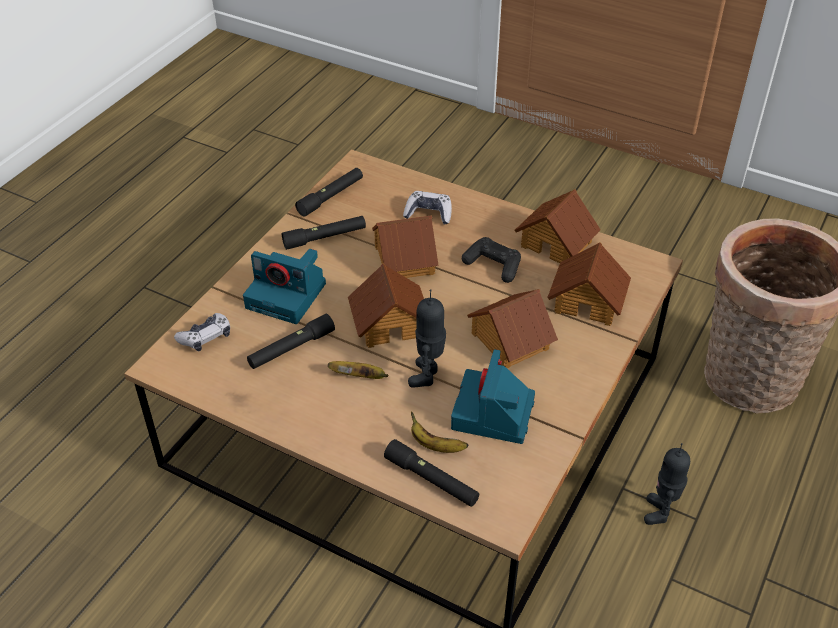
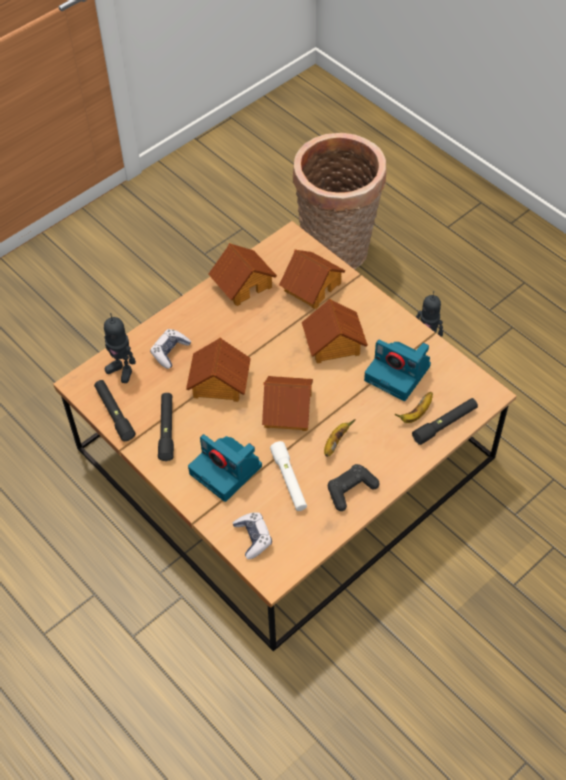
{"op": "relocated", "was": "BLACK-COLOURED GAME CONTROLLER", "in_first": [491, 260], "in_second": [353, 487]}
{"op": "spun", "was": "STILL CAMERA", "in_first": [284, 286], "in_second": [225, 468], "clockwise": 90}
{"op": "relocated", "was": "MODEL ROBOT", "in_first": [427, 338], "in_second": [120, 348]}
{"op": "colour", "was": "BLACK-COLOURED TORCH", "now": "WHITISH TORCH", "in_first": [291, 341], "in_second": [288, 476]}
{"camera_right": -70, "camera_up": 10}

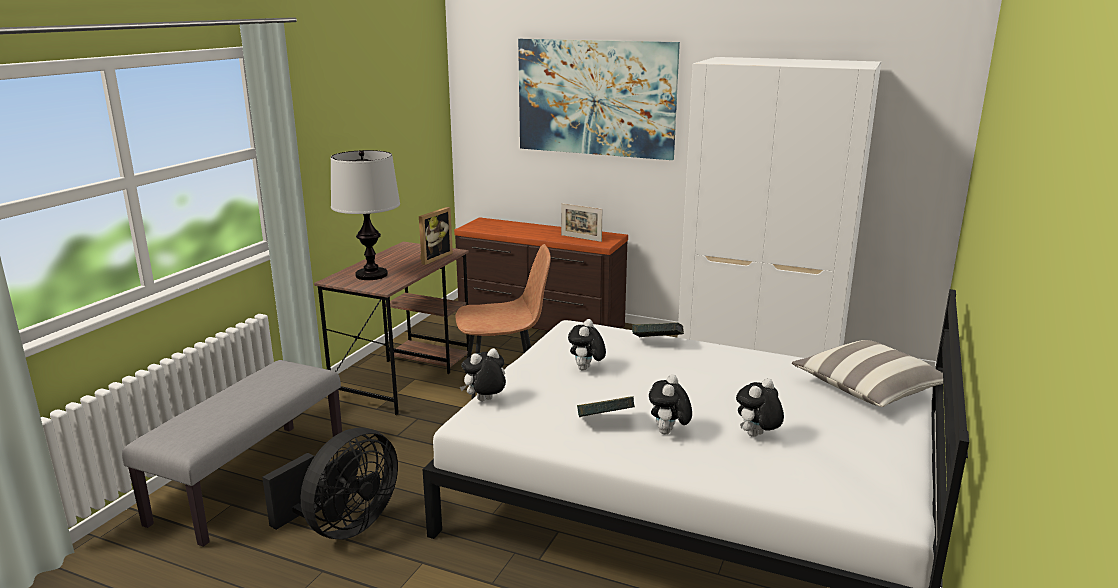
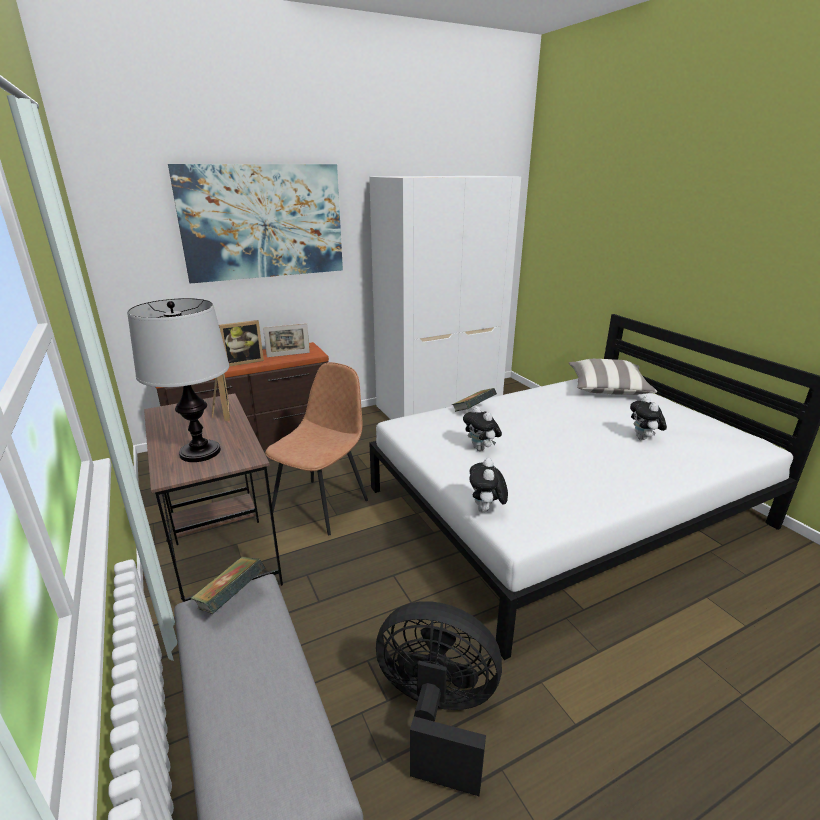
{"op": "missing", "was": "SOFT TOY", "in_first": [670, 404]}
{"op": "relocated", "was": "VOLUME", "in_first": [606, 406], "in_second": [227, 585]}
{"op": "spun", "was": "BLACK-COLOURED FAN", "in_first": [330, 484], "in_second": [439, 698], "clockwise": -60}
{"op": "appeared", "now": "STANDING FRAME", "in_second": [241, 343]}
{"camera_right": -50, "camera_up": 5}

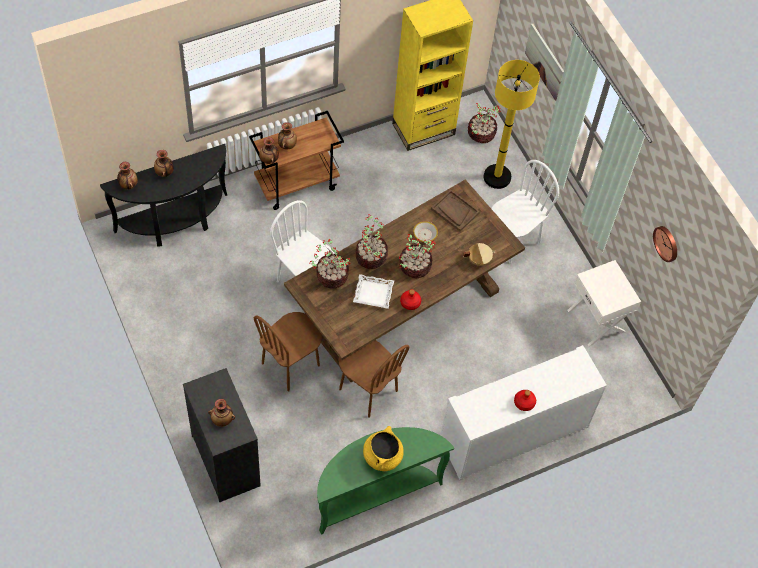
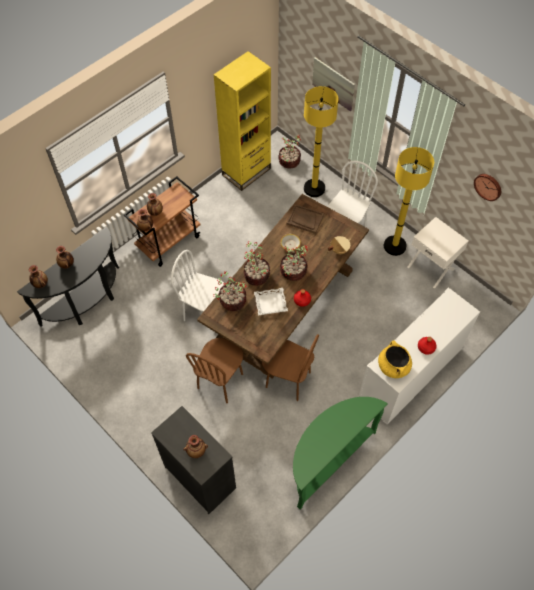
{"op": "relocated", "was": "YELLOW-COLOURED COOKING POT", "in_first": [383, 448], "in_second": [395, 359]}
{"op": "appeared", "now": "YELLOW-COLOURED STANDARD LAMP", "in_second": [409, 201]}
{"camera_right": -15, "camera_up": 0}

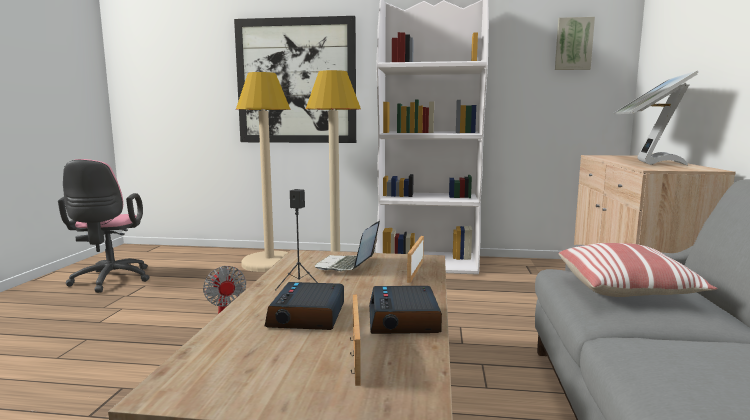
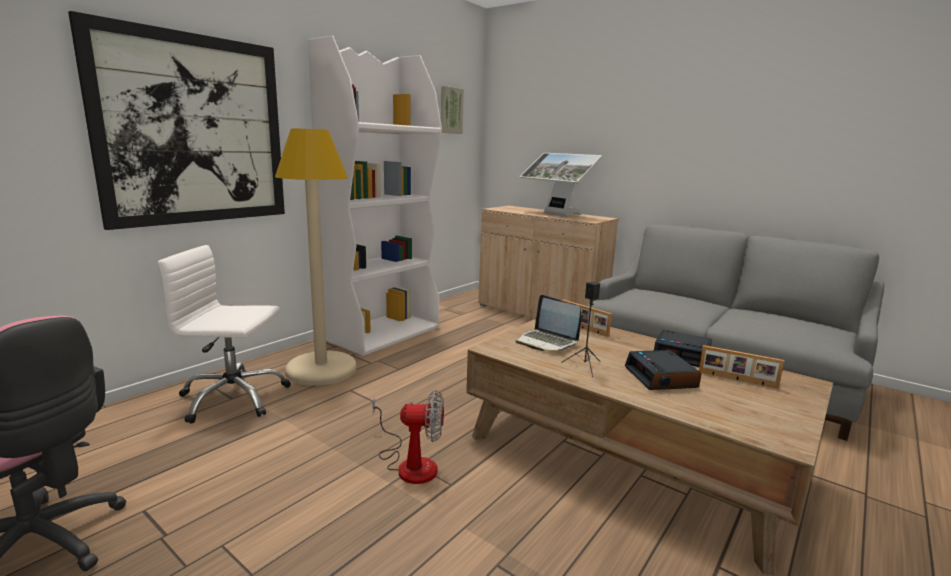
{"op": "exchanged", "was": "BEIGE STANDARD LAMP", "now": "WHITISH OFFICE CHAIR", "in_first": [263, 172], "in_second": [224, 334]}
{"op": "missing", "was": "THROW PILLOW", "in_first": [638, 270]}
{"op": "spun", "was": "ALARM CLOCK", "in_first": [304, 306], "in_second": [663, 370], "clockwise": 45}
{"camera_right": -60, "camera_up": 5}

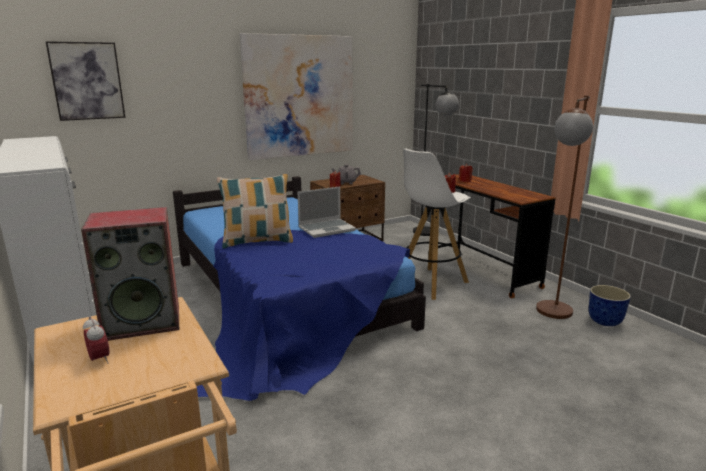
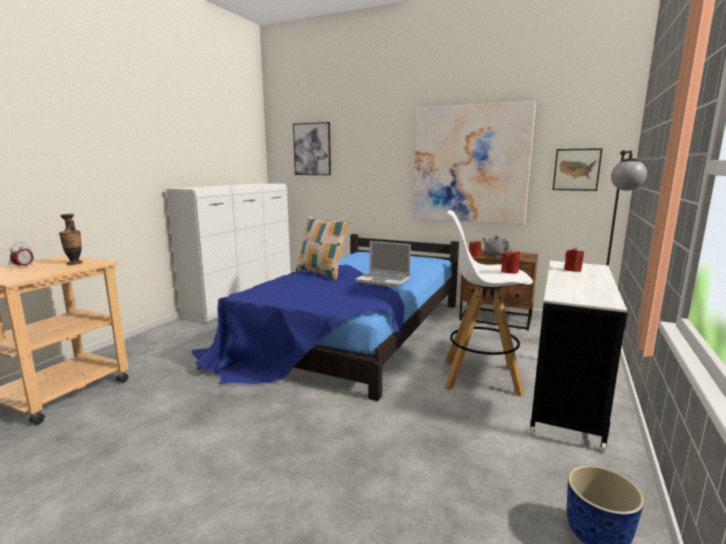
{"op": "missing", "was": "BROWN-COLOURED STANDARD LAMP", "in_first": [564, 207]}
{"op": "colour", "was": "BROWN-COLOURED DESK", "now": "WHITISH DESK", "in_first": [496, 236], "in_second": [578, 356]}
{"op": "exchanged", "was": "AUDIO SPEAKER", "now": "FLOWER VASE", "in_first": [130, 274], "in_second": [71, 239]}
{"op": "appeared", "now": "WALL ART", "in_second": [578, 169]}
{"camera_right": 55, "camera_up": -5}

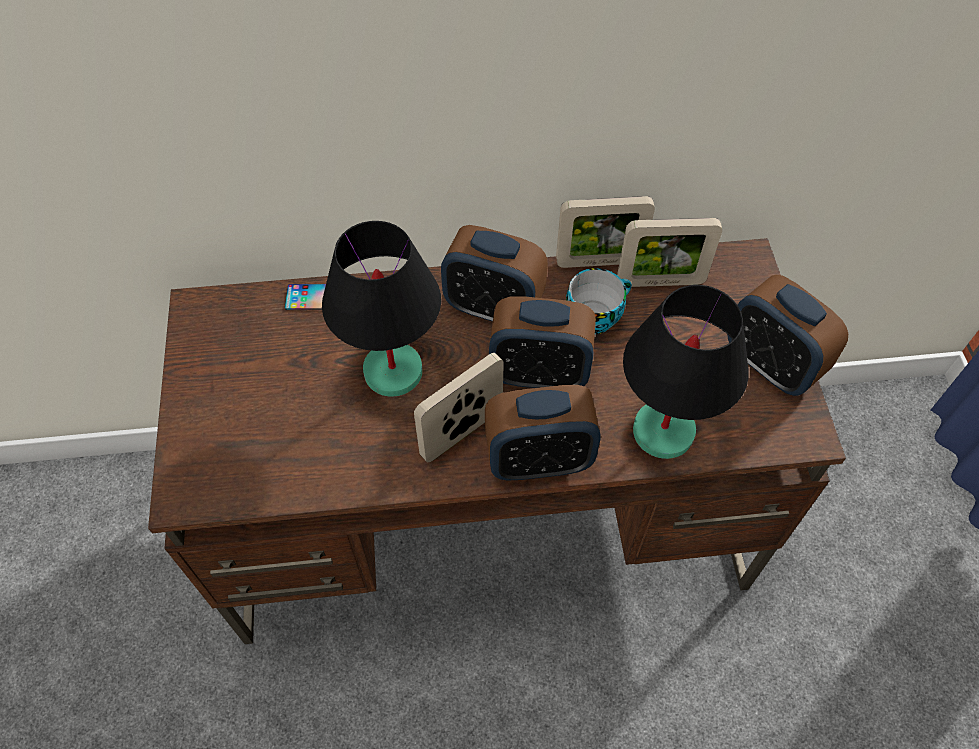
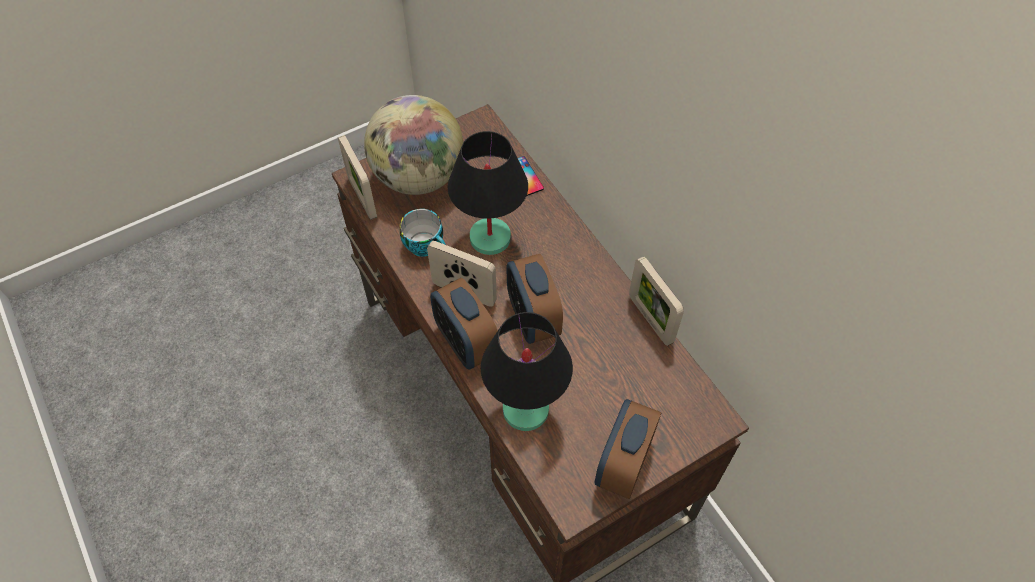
{"op": "relocated", "was": "STANDING FRAME", "in_first": [669, 252], "in_second": [357, 177]}
{"op": "missing", "was": "ALARM CLOCK", "in_first": [494, 273]}
{"op": "relocated", "was": "CUP", "in_first": [599, 301], "in_second": [423, 233]}
{"op": "appeared", "now": "GLOBE", "in_second": [413, 145]}
{"camera_right": 65, "camera_up": 0}

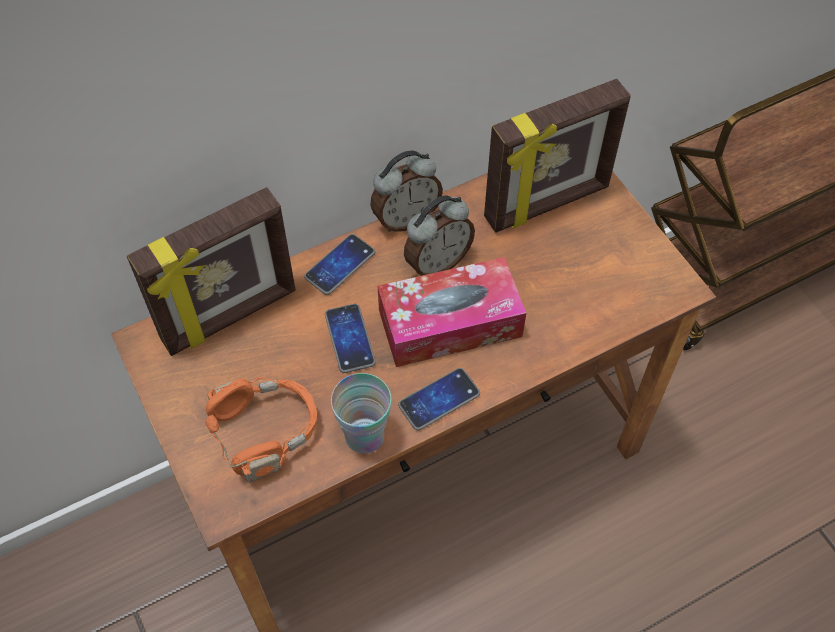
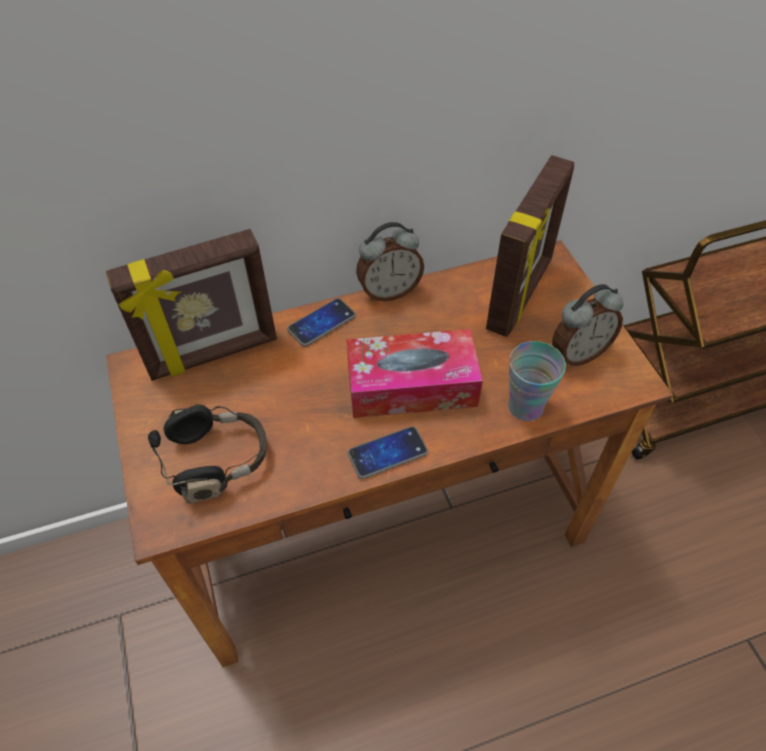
{"op": "spun", "was": "STANDING FRAME", "in_first": [557, 156], "in_second": [530, 246], "clockwise": -45}
{"op": "relocated", "was": "ALARM CLOCK", "in_first": [439, 235], "in_second": [587, 325]}
{"op": "missing", "was": "HANDSET", "in_first": [350, 338]}
{"op": "relocated", "was": "CUP", "in_first": [361, 413], "in_second": [537, 381]}
{"op": "colour", "was": "ORANGE-COLOURED HEADPHONES", "now": "BLACK-COLOURED HEADPHONES", "in_first": [261, 429], "in_second": [207, 454]}
{"camera_right": 10, "camera_up": -5}

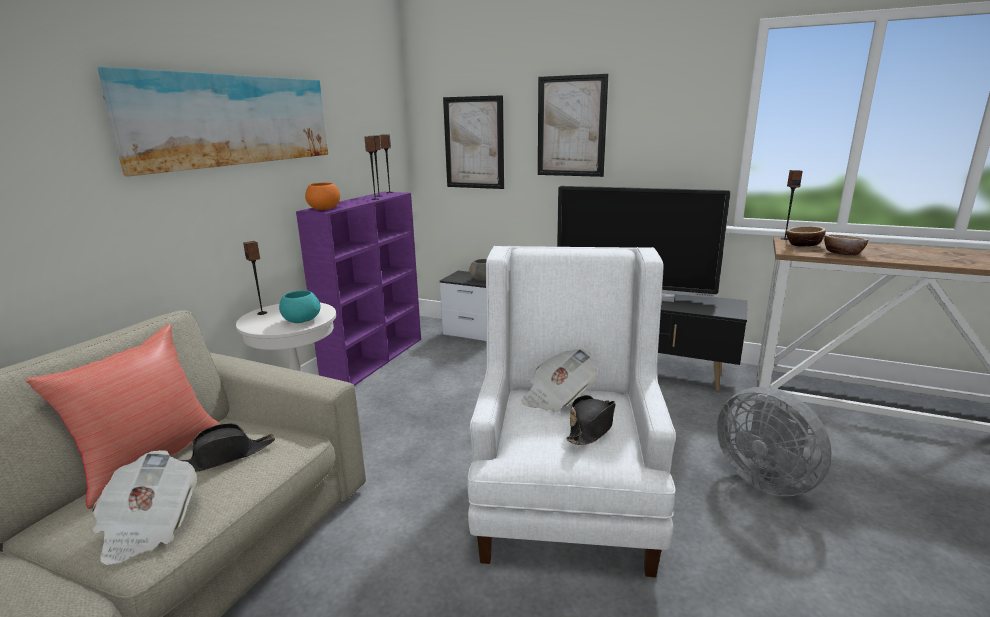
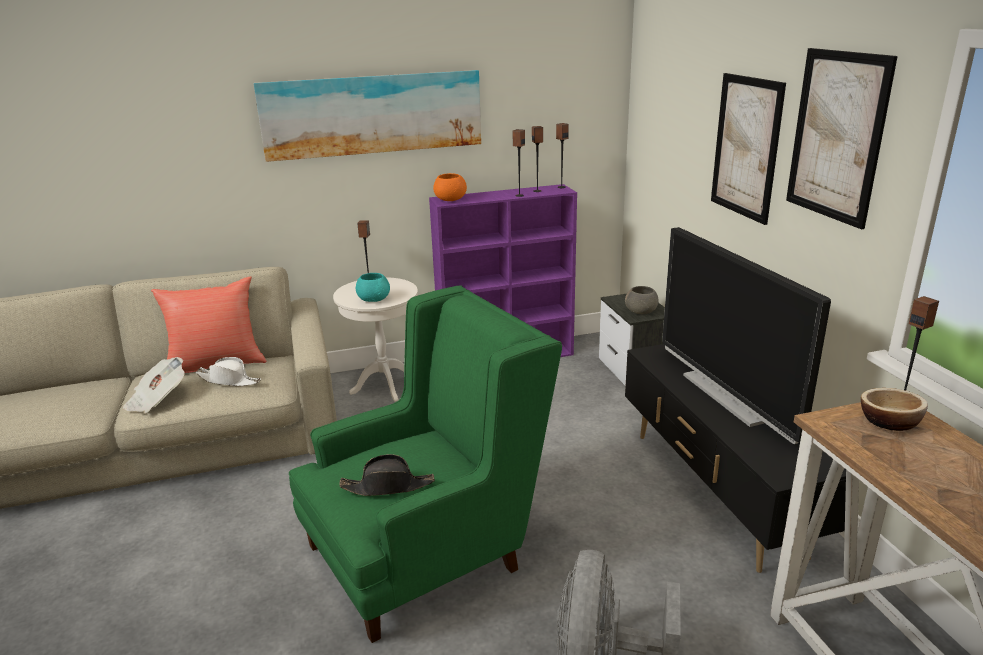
{"op": "relocated", "was": "WALL ART", "in_first": [473, 142], "in_second": [842, 138]}
{"op": "missing", "was": "BOWL", "in_first": [846, 244]}
{"op": "colour", "was": "WHITISH LOUNGE CHAIR", "now": "GREEN-COLOURED LOUNGE CHAIR", "in_first": [572, 411], "in_second": [425, 464]}
{"op": "missing", "was": "NEWSPAPER", "in_first": [559, 380]}
{"op": "colour", "was": "BLACK-COLOURED WEARABLE HAT", "now": "WHITISH WEARABLE HAT", "in_first": [227, 447], "in_second": [228, 371]}
{"camera_right": 50, "camera_up": 5}

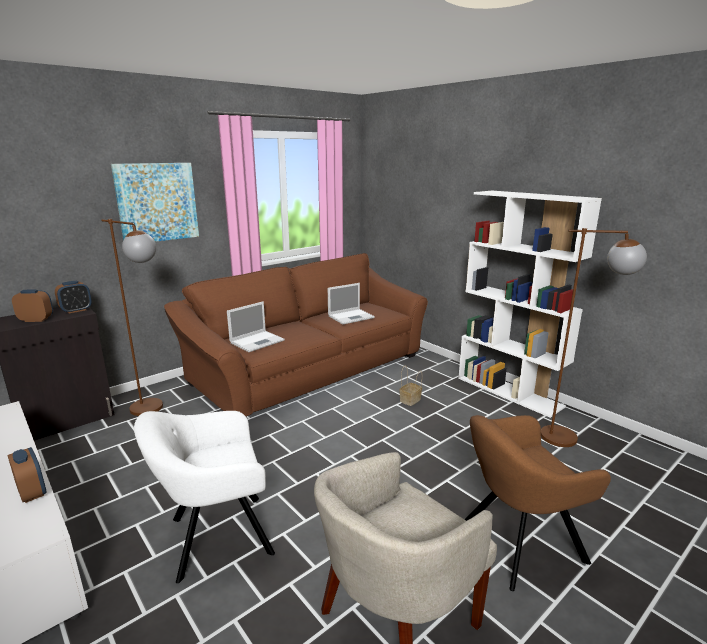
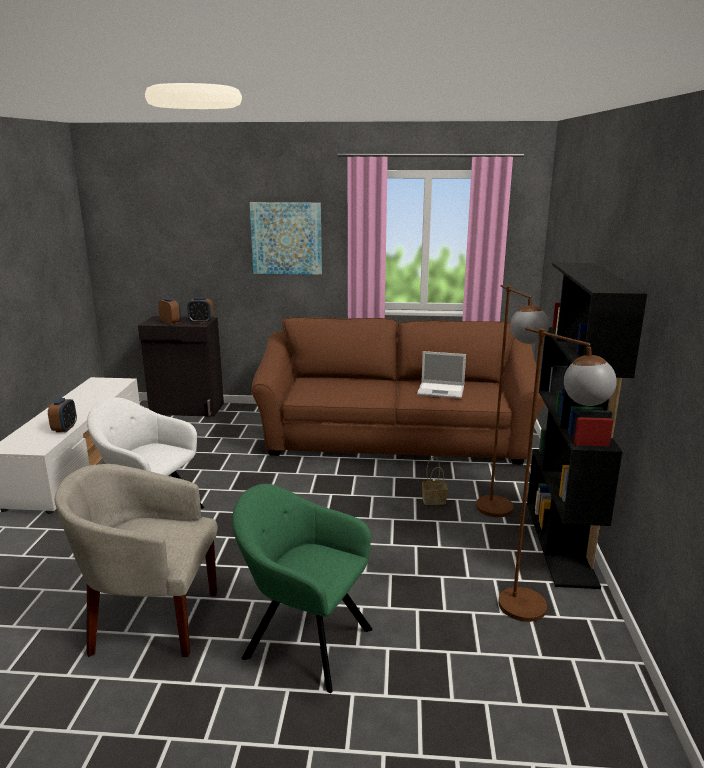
{"op": "colour", "was": "WHITISH BOOKCASE", "now": "BLACK-COLOURED BOOKCASE", "in_first": [530, 304], "in_second": [587, 426]}
{"op": "relocated", "was": "BROWN-COLOURED STANDARD LAMP", "in_first": [132, 317], "in_second": [512, 401]}
{"op": "missing", "was": "PORTABLE COMPUTER", "in_first": [256, 326]}
{"op": "colour", "was": "BROWN-COLOURED LOUNGE CHAIR", "now": "GREEN-COLOURED LOUNGE CHAIR", "in_first": [538, 503], "in_second": [302, 588]}
{"camera_right": 45, "camera_up": 0}

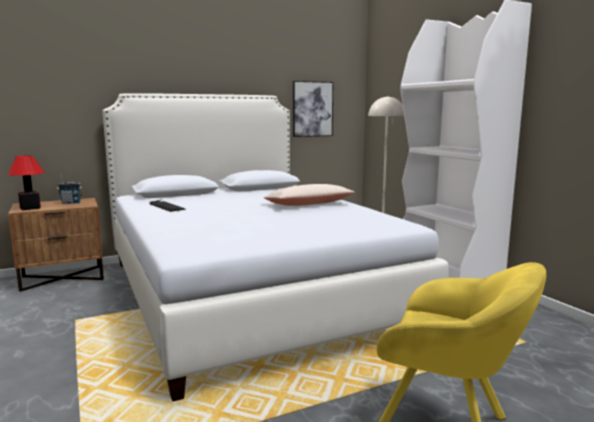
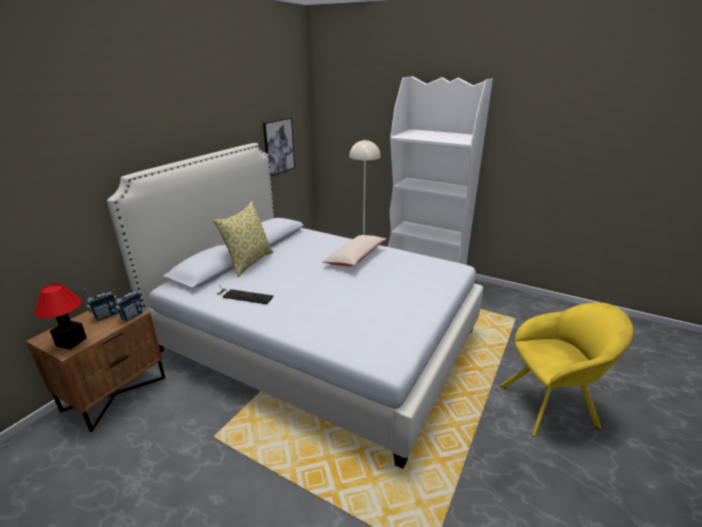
{"op": "appeared", "now": "THROW PILLOW", "in_second": [243, 239]}
{"op": "appeared", "now": "RADIO SET", "in_second": [128, 305]}
{"camera_right": -35, "camera_up": 15}

